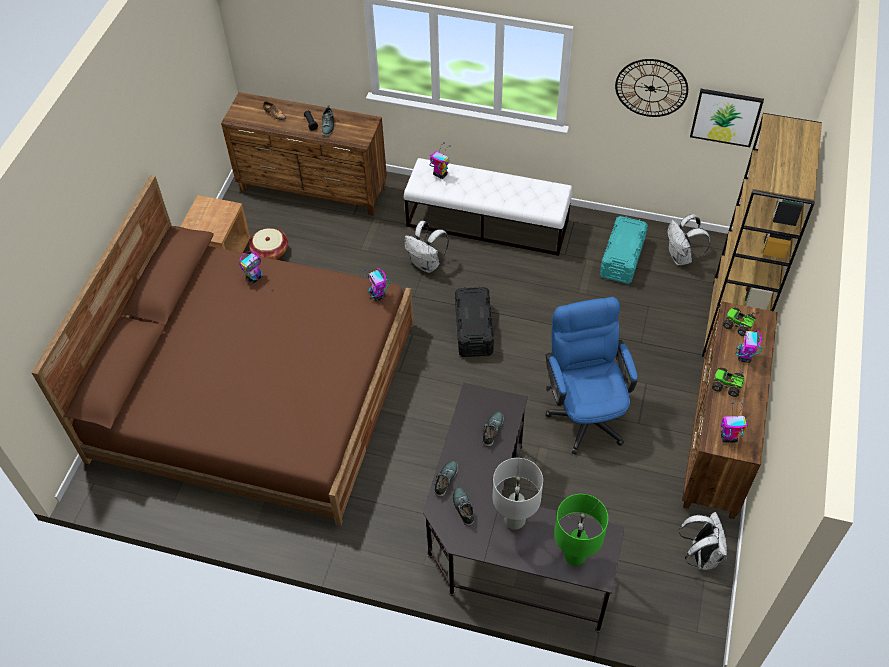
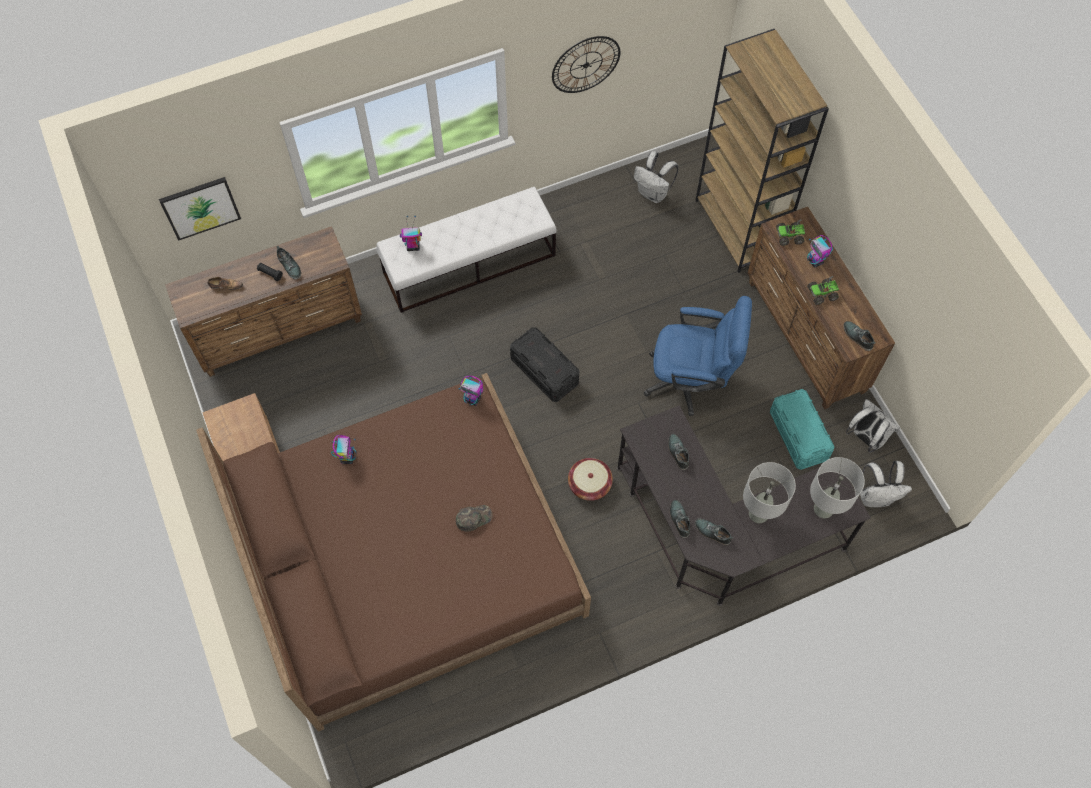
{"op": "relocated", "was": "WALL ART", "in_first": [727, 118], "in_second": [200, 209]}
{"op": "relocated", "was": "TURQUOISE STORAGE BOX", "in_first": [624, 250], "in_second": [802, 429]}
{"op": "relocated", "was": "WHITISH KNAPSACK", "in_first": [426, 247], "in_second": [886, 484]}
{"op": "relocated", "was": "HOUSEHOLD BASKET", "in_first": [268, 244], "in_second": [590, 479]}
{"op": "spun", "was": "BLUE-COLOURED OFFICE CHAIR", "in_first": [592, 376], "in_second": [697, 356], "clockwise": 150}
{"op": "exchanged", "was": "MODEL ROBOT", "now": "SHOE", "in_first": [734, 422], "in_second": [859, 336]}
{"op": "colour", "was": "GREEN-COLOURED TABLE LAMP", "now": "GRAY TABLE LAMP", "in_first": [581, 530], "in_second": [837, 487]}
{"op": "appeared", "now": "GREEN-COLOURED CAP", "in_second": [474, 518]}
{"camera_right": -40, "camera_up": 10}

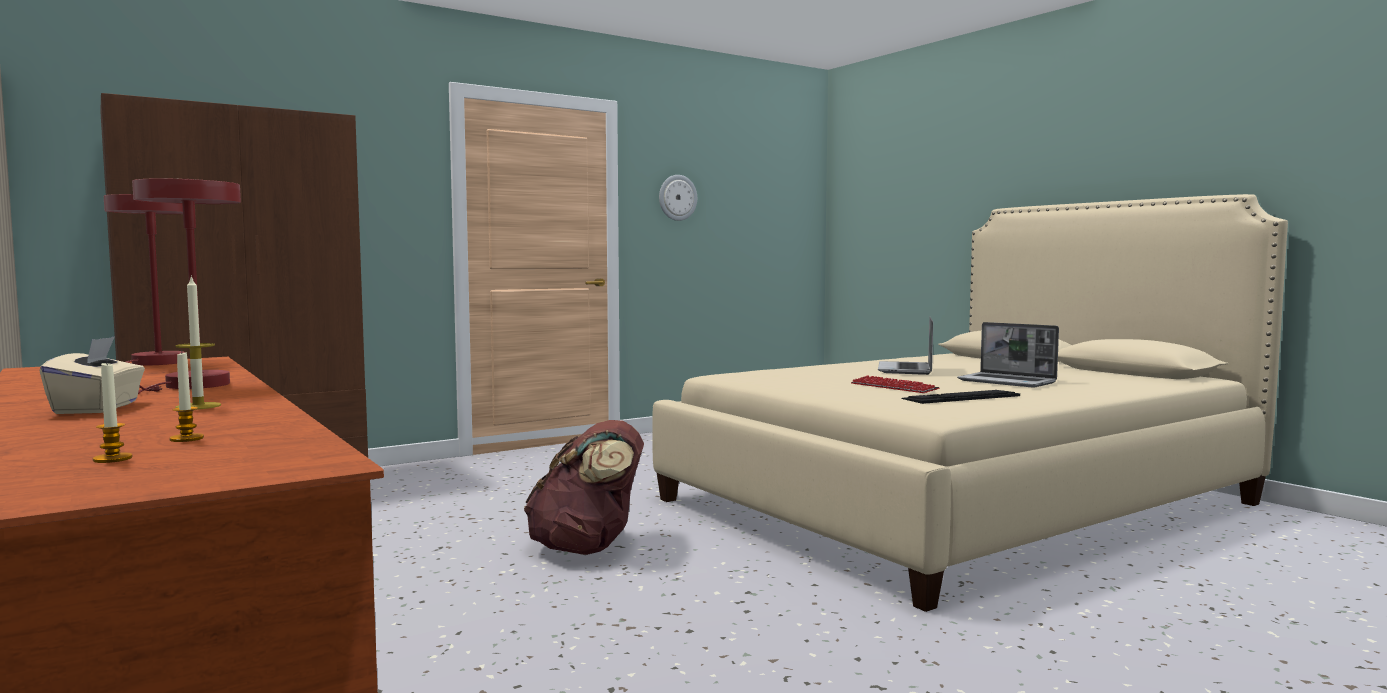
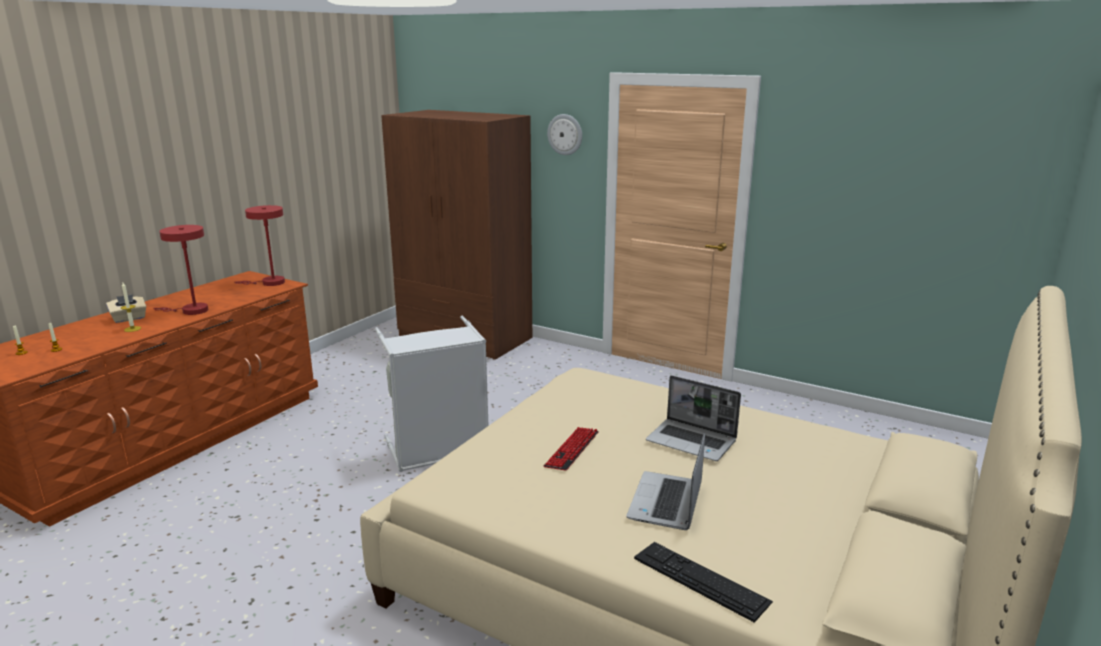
{"op": "relocated", "was": "HANGING CLOCK", "in_first": [678, 198], "in_second": [564, 134]}
{"op": "spun", "was": "PORTABLE COMPUTER", "in_first": [905, 346], "in_second": [693, 418], "clockwise": -135}
{"op": "relocated", "was": "KEYBOARD", "in_first": [961, 397], "in_second": [703, 582]}
{"op": "exchanged", "was": "BROWN-COLOURED KNAPSACK", "now": "GRAY HAMPER", "in_first": [584, 487], "in_second": [432, 394]}
{"camera_right": 65, "camera_up": 15}

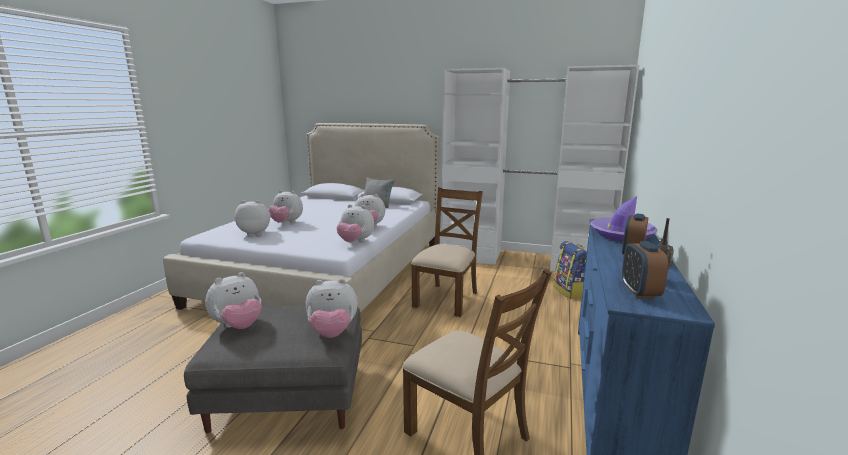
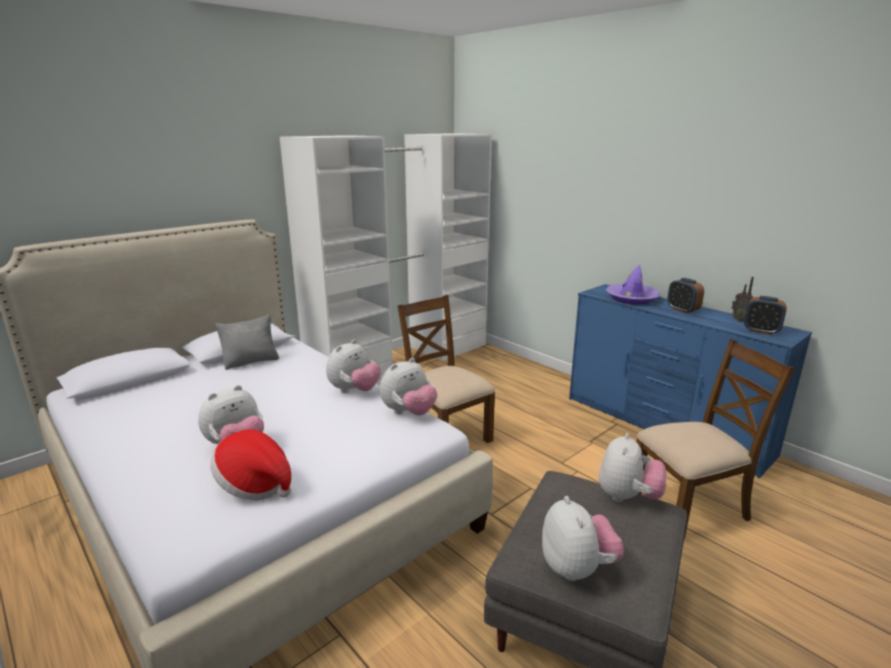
{"op": "exchanged", "was": "SOFT TOY", "now": "WEARABLE HAT", "in_first": [253, 218], "in_second": [250, 465]}
{"op": "missing", "was": "KNAPSACK", "in_first": [570, 270]}
{"camera_right": -60, "camera_up": 5}

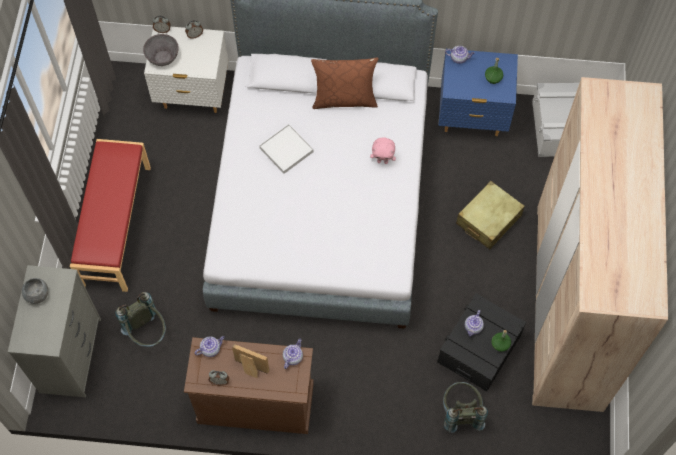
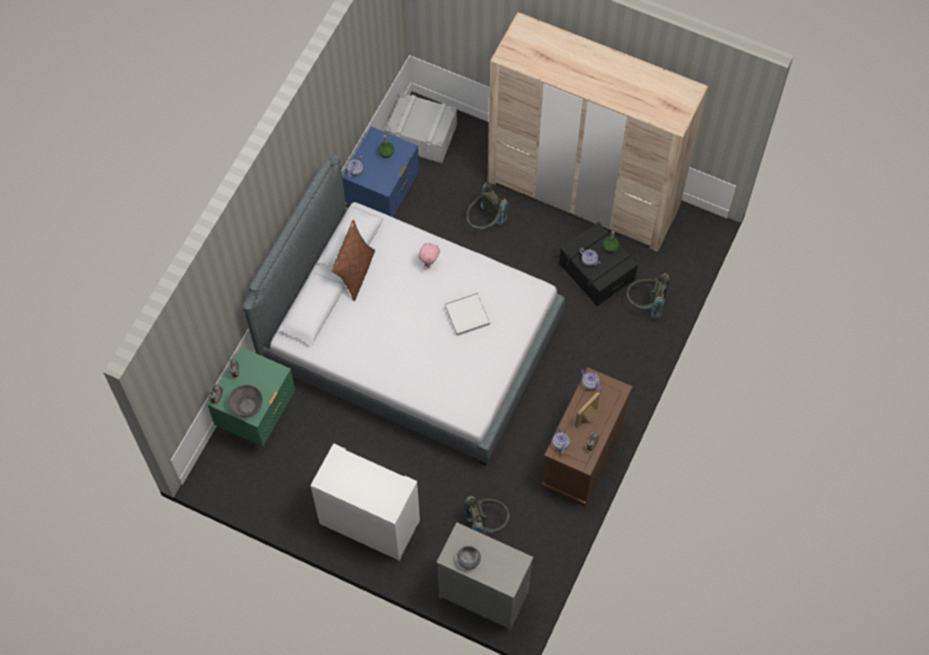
{"op": "colour", "was": "WHITISH BEDSIDE TABLE", "now": "GREEN-COLOURED BEDSIDE TABLE", "in_first": [186, 70], "in_second": [251, 397]}
{"op": "relocated", "was": "WHITISH SERVING TRAY", "in_first": [286, 149], "in_second": [467, 314]}
{"op": "exchanged", "was": "REDDISH BENCH", "now": "WHITISH CUPBOARD", "in_first": [110, 215], "in_second": [365, 502]}
{"op": "exchanged", "was": "BEIGE PIECE OF LUGGAGE", "now": "GRAY KNAPSACK", "in_first": [490, 215], "in_second": [487, 205]}
{"camera_right": -70, "camera_up": 0}

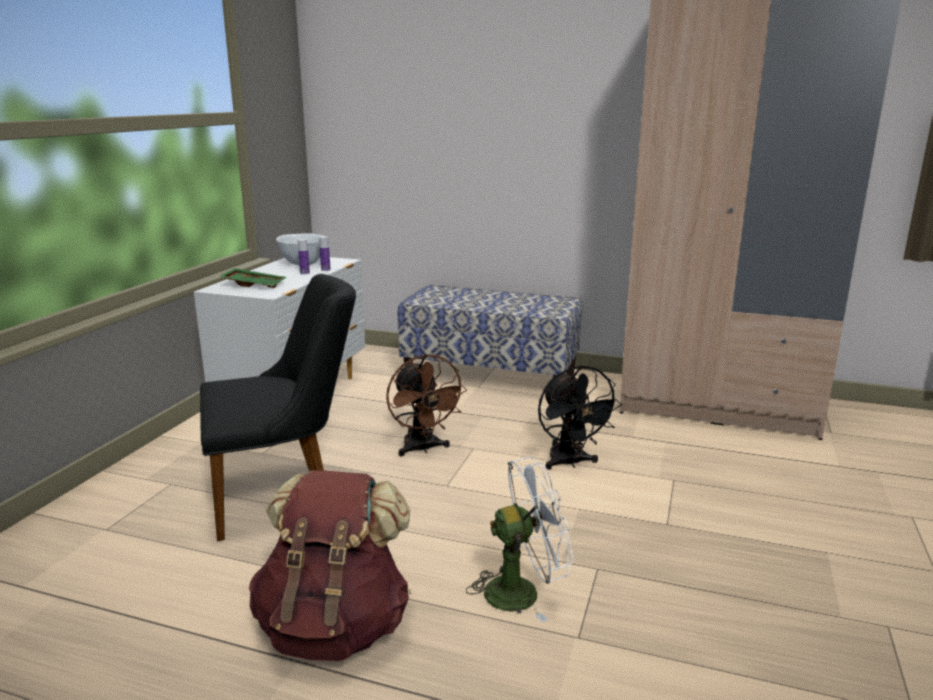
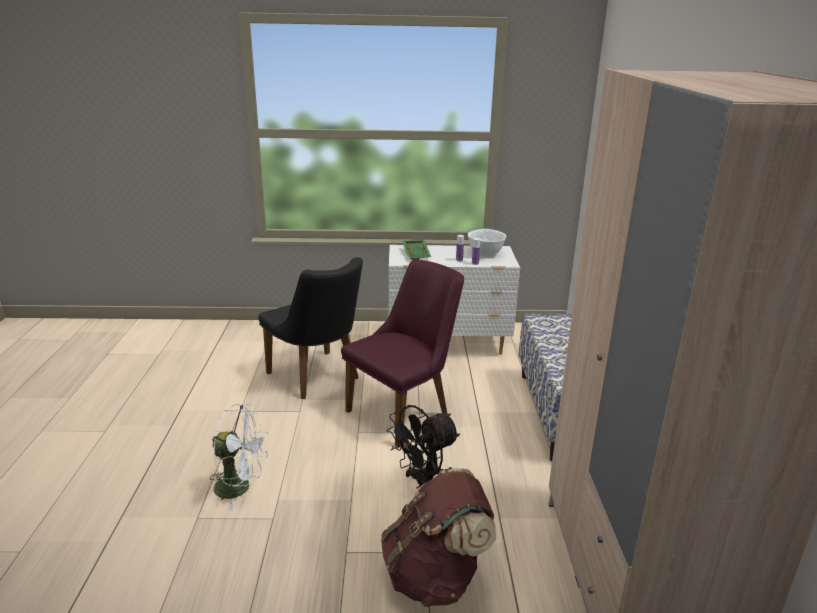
{"op": "exchanged", "was": "BROWN-COLOURED FAN", "now": "PURPLE-COLOURED UPRIGHT CHAIR", "in_first": [426, 405], "in_second": [402, 353]}
{"op": "spun", "was": "WHITISH FAN", "in_first": [520, 540], "in_second": [239, 456], "clockwise": -45}
{"op": "relocated", "was": "BROWN-COLOURED KNAPSACK", "in_first": [330, 565], "in_second": [438, 537]}
{"camera_right": 70, "camera_up": 5}

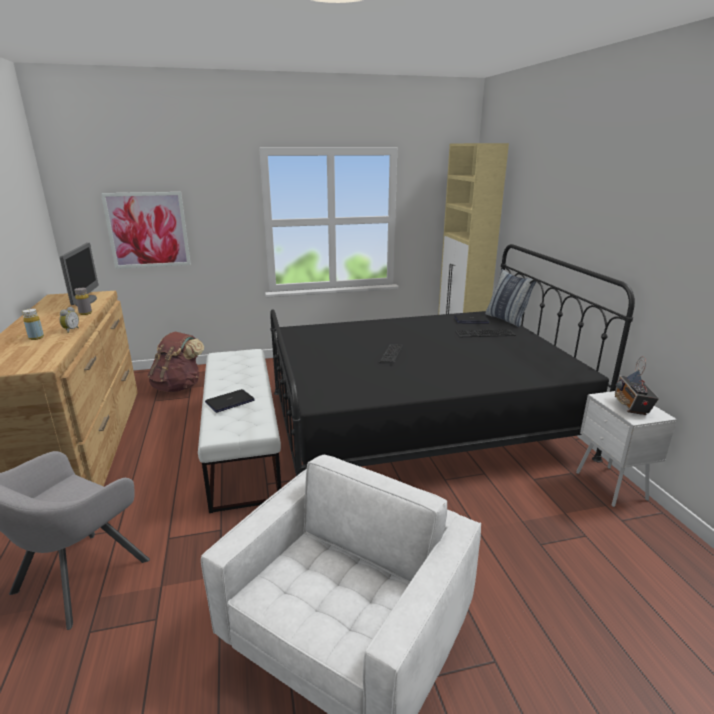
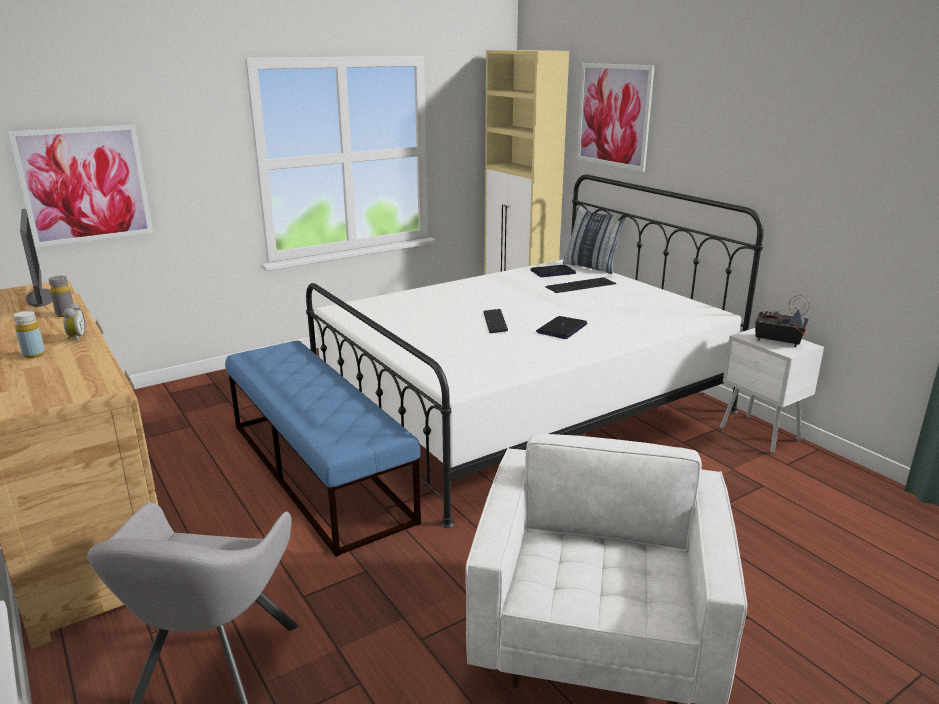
{"op": "colour", "was": "BLACK-COLOURED BEDROOM BED", "now": "WHITISH BEDROOM BED", "in_first": [452, 360], "in_second": [535, 351]}
{"op": "missing", "was": "BROWN-COLOURED KNAPSACK", "in_first": [175, 362]}
{"op": "colour", "was": "WHITISH BENCH", "now": "BLUE-COLOURED BENCH", "in_first": [239, 431], "in_second": [323, 449]}
{"op": "spun", "was": "RADIO SET", "in_first": [637, 385], "in_second": [782, 321], "clockwise": 135}
{"op": "relocated", "was": "PORTABLE COMPUTER", "in_first": [230, 401], "in_second": [562, 327]}
{"op": "appeared", "now": "WALL ART", "in_second": [616, 117]}
{"camera_right": -20, "camera_up": 0}

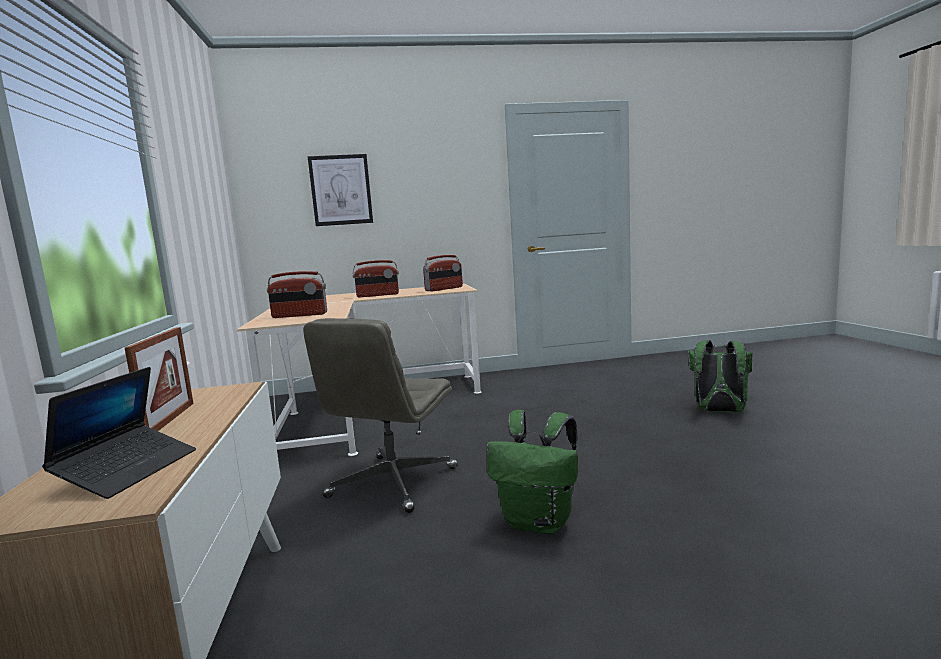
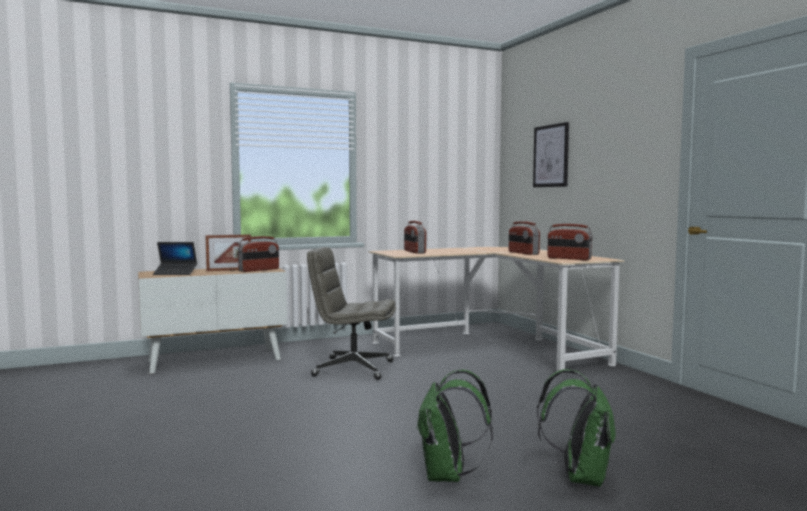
{"op": "relocated", "was": "GREEN-COLOURED KNAPSACK", "in_first": [532, 472], "in_second": [454, 426]}
{"op": "appeared", "now": "RADIO SET", "in_second": [258, 254]}
{"camera_right": 75, "camera_up": -5}

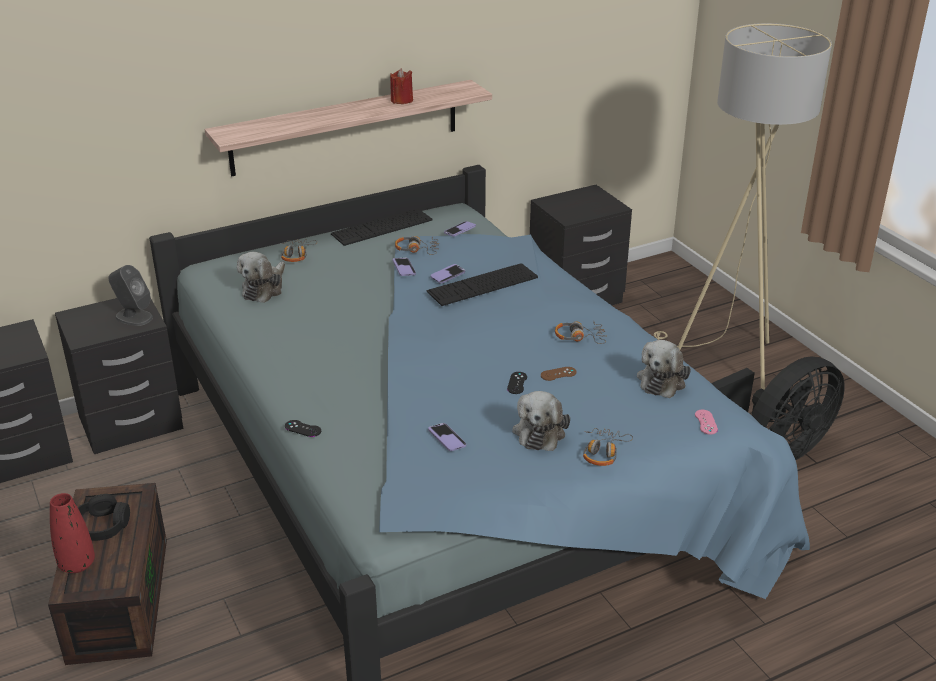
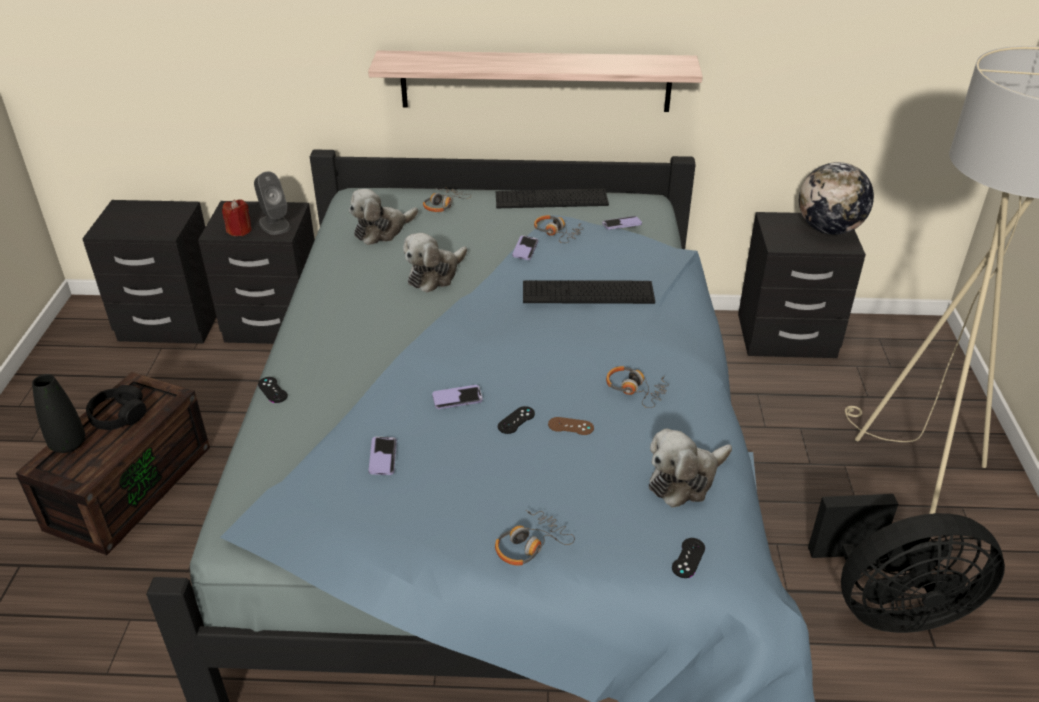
{"op": "relocated", "was": "REDDISH CANDLE", "in_first": [401, 86], "in_second": [237, 217]}
{"op": "relocated", "was": "HANDSET", "in_first": [448, 274], "in_second": [457, 397]}
{"op": "relocated", "was": "SOFT TOY", "in_first": [541, 421], "in_second": [435, 263]}
{"op": "colour", "was": "PINK GAME CONTROLLER", "now": "BLACK-COLOURED GAME CONTROLLER", "in_first": [706, 422], "in_second": [688, 558]}
{"op": "colour", "was": "REDDISH FLOWER VASE", "now": "BLACK-COLOURED FLOWER VASE", "in_first": [72, 533], "in_second": [58, 413]}
{"op": "appeared", "now": "GLOBE", "in_second": [836, 198]}
{"camera_right": 30, "camera_up": 5}

